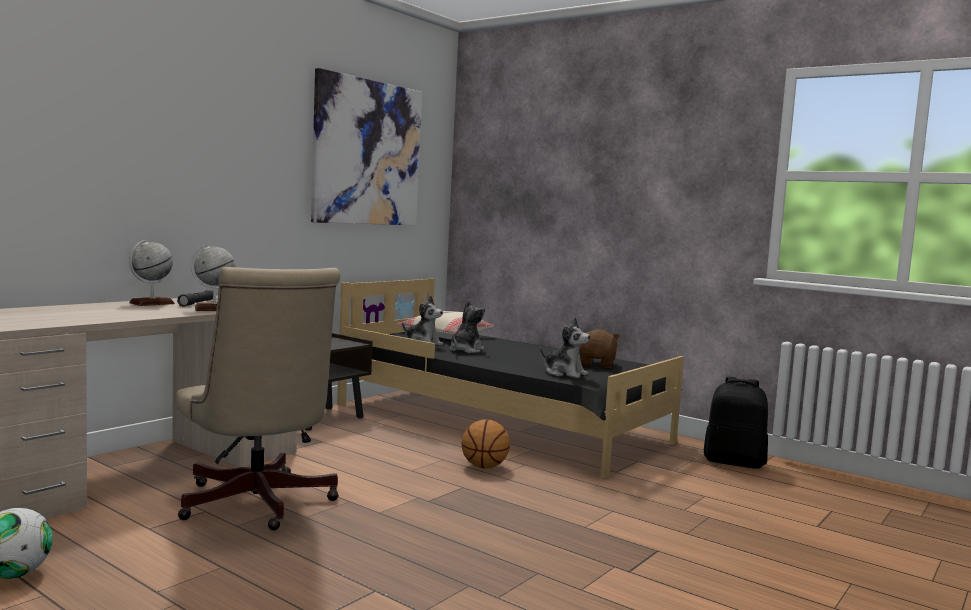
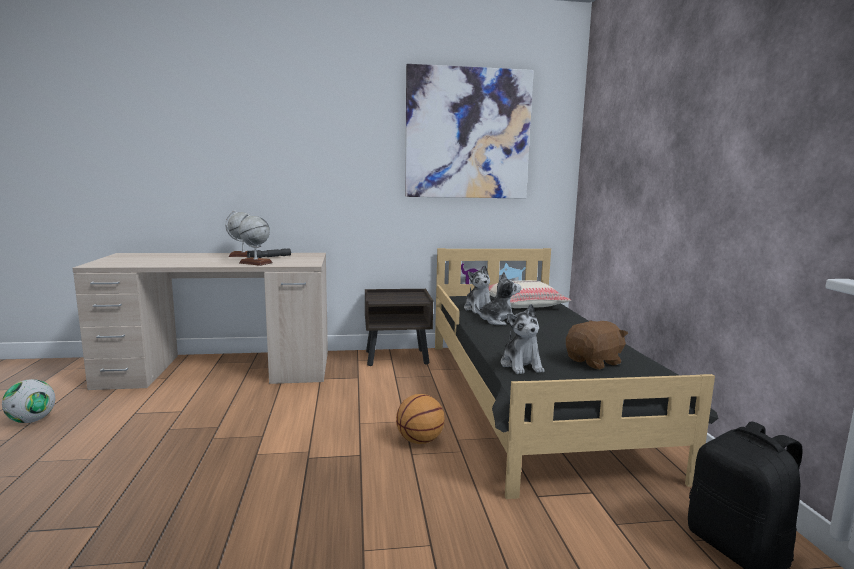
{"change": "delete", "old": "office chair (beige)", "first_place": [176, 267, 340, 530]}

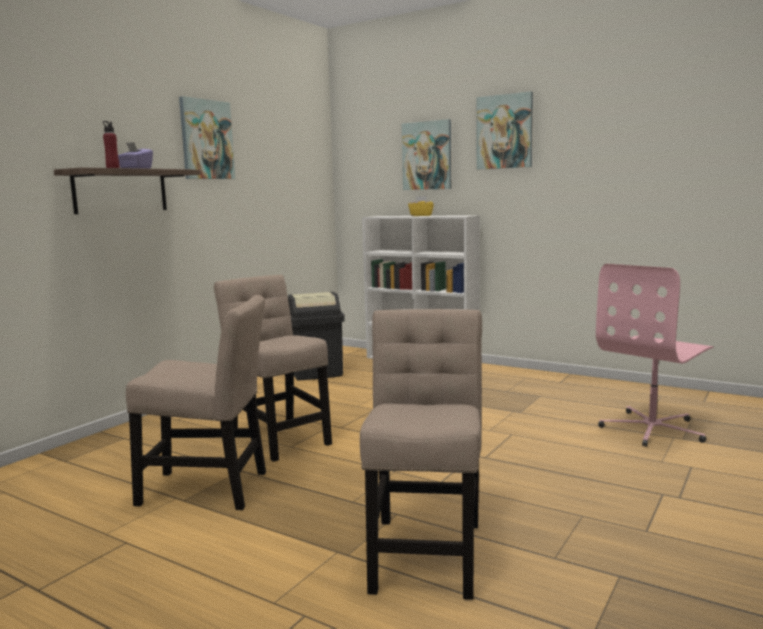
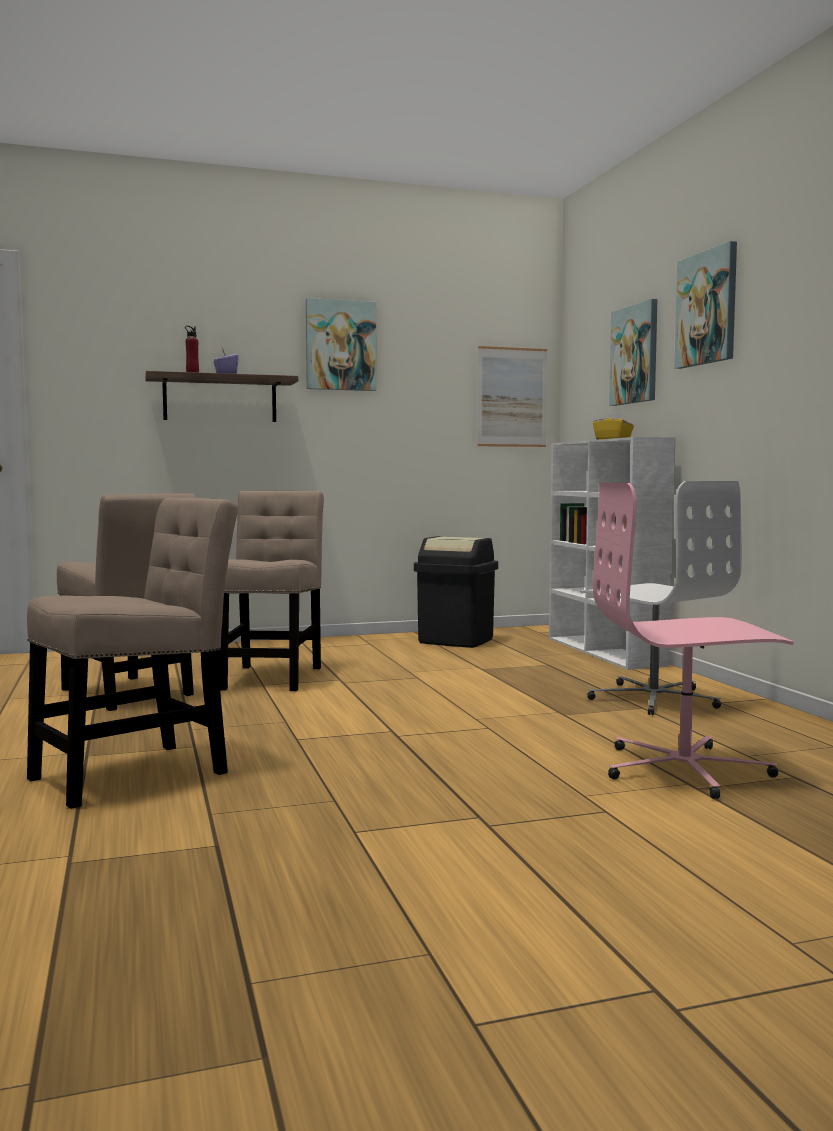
{"change": "insert", "new": "picture", "second_place": [477, 346, 547, 447]}
{"change": "insert", "new": "office chair (white)", "second_place": [580, 481, 742, 715]}

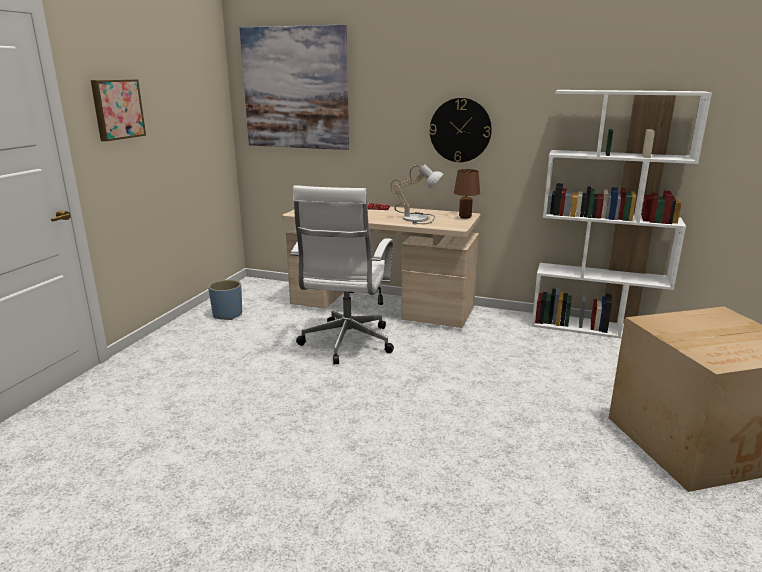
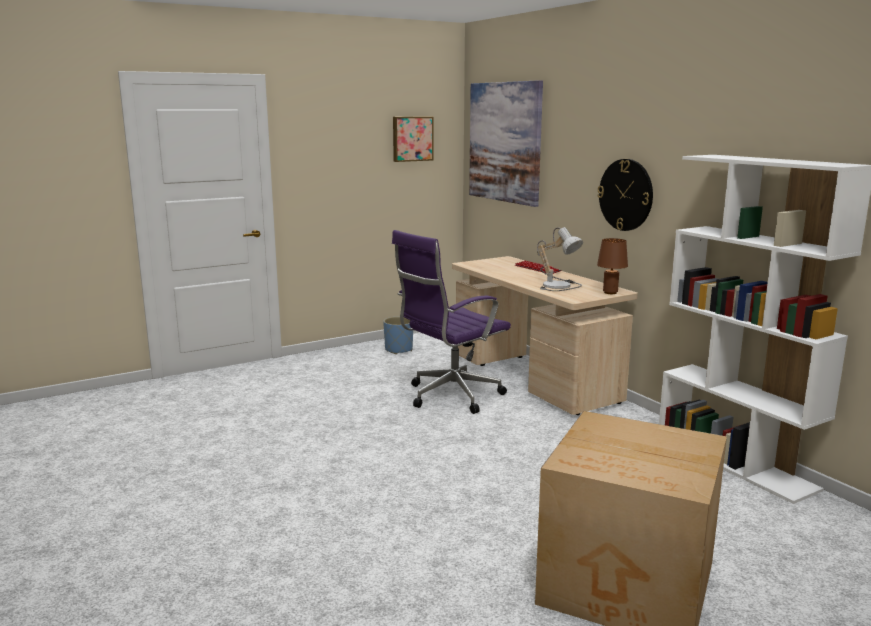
{"change": "move", "old": "picture", "first_place": [91, 79, 146, 141], "second_place": [393, 116, 434, 162]}
{"change": "recolor", "old": "office chair (white)", "new": "office chair (purple)", "first_place": [290, 186, 394, 365], "second_place": [392, 230, 511, 414]}

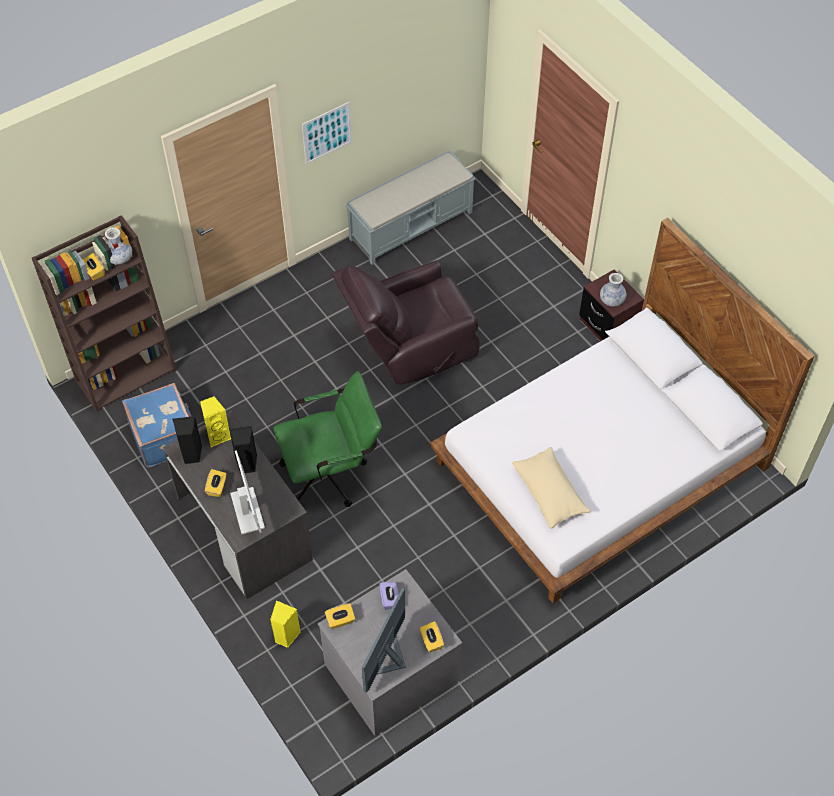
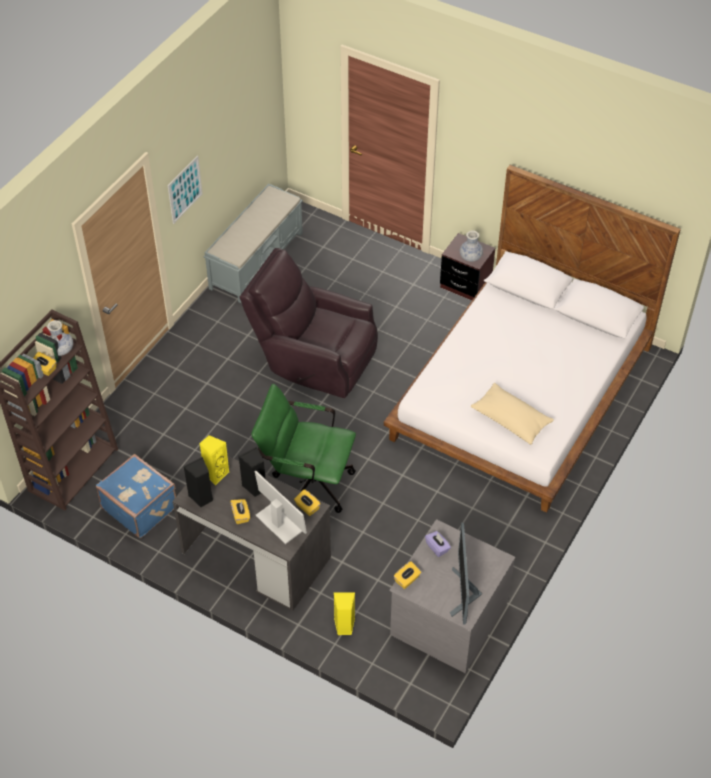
{"change": "move", "old": "tissue box (yellow)", "first_place": [420, 621, 444, 652], "second_place": [294, 489, 321, 516]}
{"change": "rotate", "old": "office chair (green)", "first_place": [273, 371, 382, 507], "second_place": [251, 384, 356, 513], "degrees": -120}
{"change": "rotate", "old": "armchair (brown)", "first_place": [332, 260, 480, 384], "second_place": [240, 248, 378, 398], "degrees": 75}

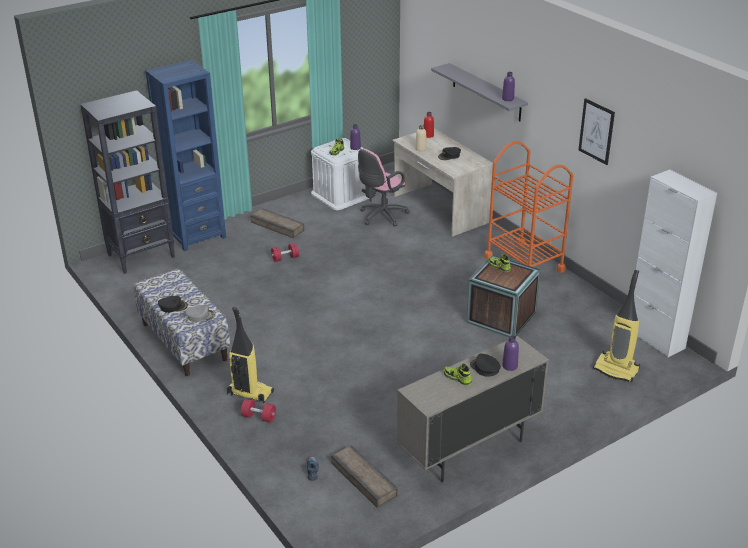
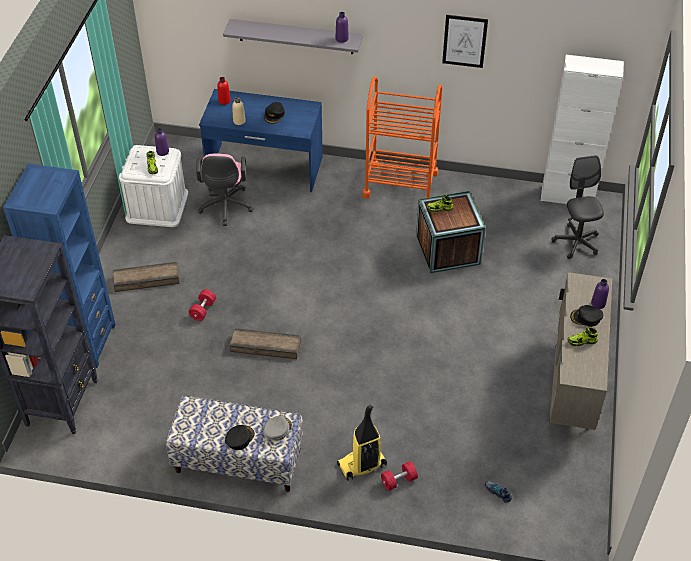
{"change": "move", "old": "crate", "first_place": [331, 445, 398, 507], "second_place": [230, 328, 301, 359]}
{"change": "replace", "old": "vacuum cleaner", "new": "office chair (grey)", "first_place": [593, 270, 640, 382], "second_place": [552, 155, 604, 259]}
{"change": "recolor", "old": "desk (beige)", "new": "desk (blue)", "first_place": [393, 129, 493, 237], "second_place": [199, 89, 323, 192]}

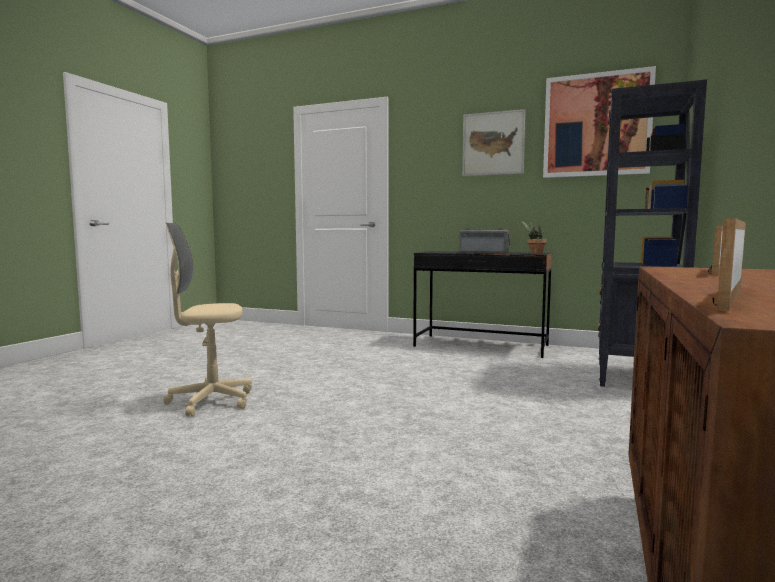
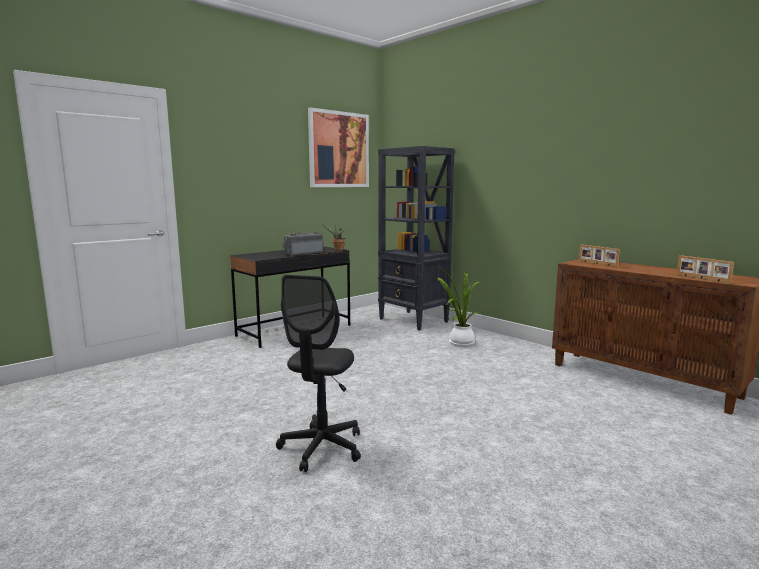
{"change": "delete", "old": "picture", "first_place": [462, 109, 525, 176]}
{"change": "insert", "new": "potted plant", "second_place": [437, 267, 483, 347]}
{"change": "recolor", "old": "office chair (beige)", "new": "office chair (black)", "first_place": [163, 223, 252, 417], "second_place": [276, 275, 361, 472]}

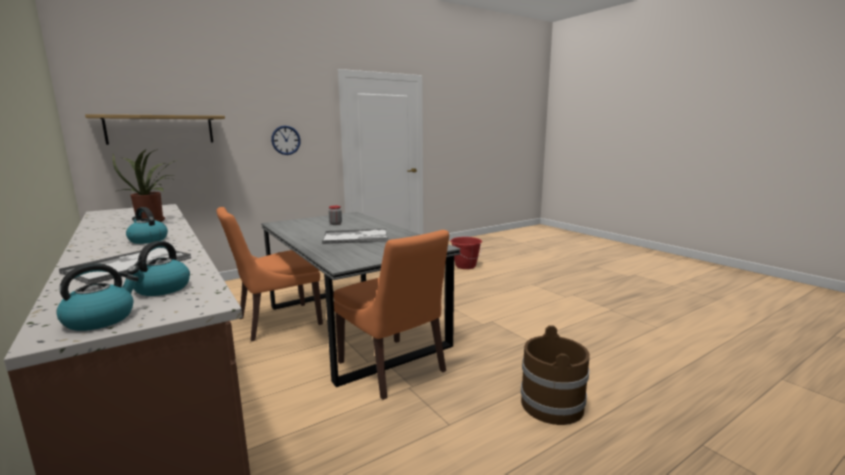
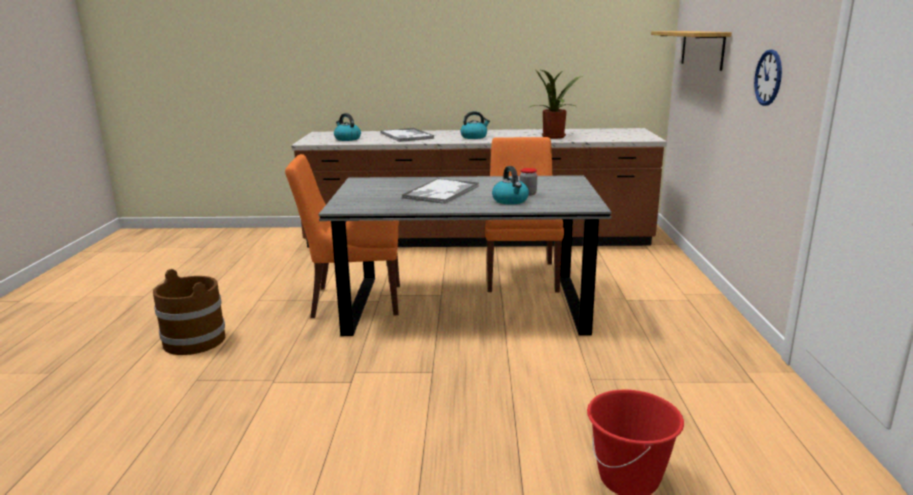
{"change": "move", "old": "kettle", "first_place": [56, 263, 139, 331], "second_place": [492, 166, 529, 205]}

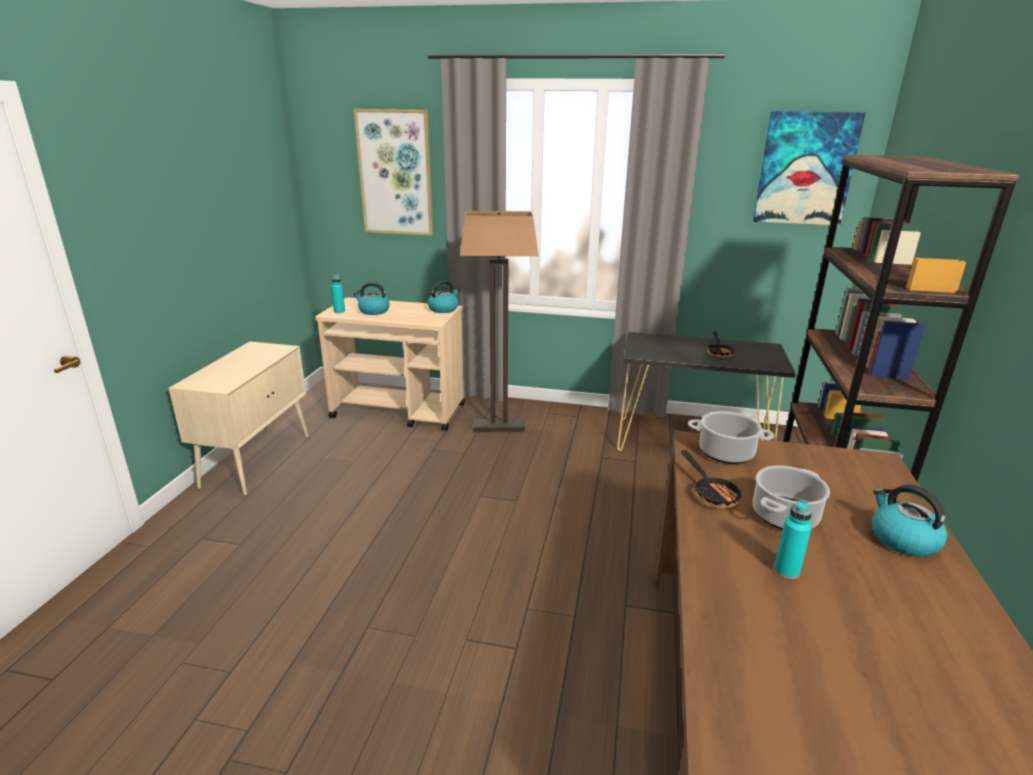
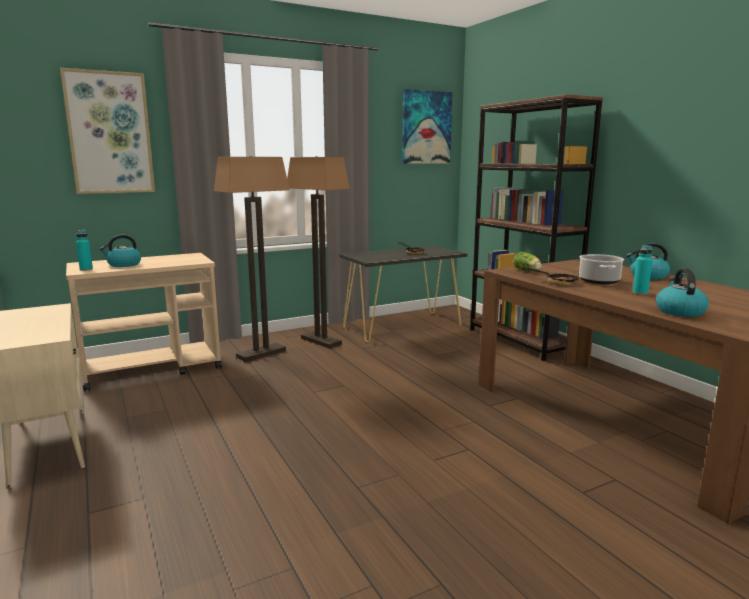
{"change": "insert", "new": "floor lamp", "second_place": [287, 156, 350, 349]}
{"change": "move", "old": "kettle", "first_place": [428, 281, 459, 313], "second_place": [656, 268, 709, 317]}
{"change": "replace", "old": "cooking pot", "new": "lettuce", "first_place": [688, 411, 775, 464], "second_place": [513, 252, 541, 271]}

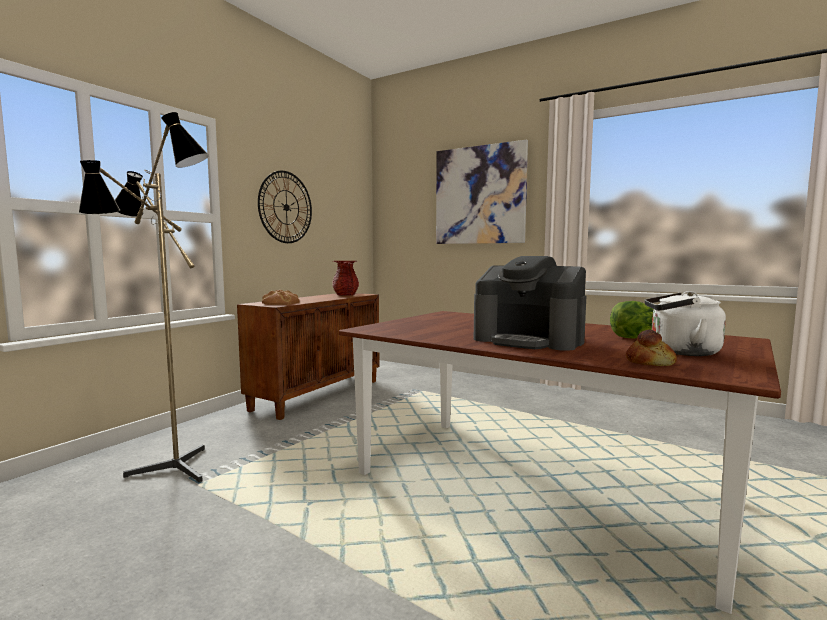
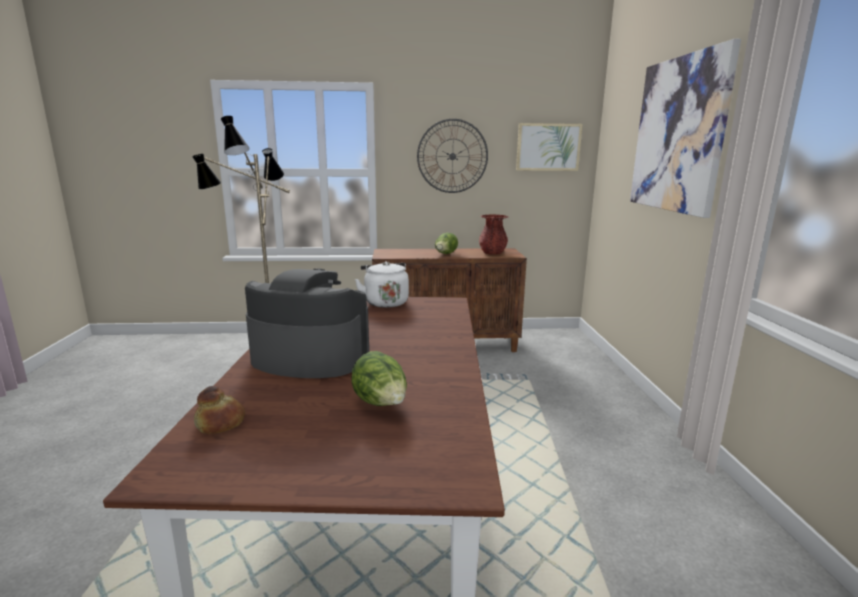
{"change": "delete", "old": "bread", "first_place": [262, 290, 300, 305]}
{"change": "insert", "new": "lettuce", "second_place": [435, 232, 458, 254]}
{"change": "insert", "new": "picture", "second_place": [516, 123, 583, 171]}
{"change": "move", "old": "kettle (white)", "first_place": [644, 291, 726, 356], "second_place": [355, 261, 409, 308]}
{"change": "rotate", "old": "coffee machine", "first_place": [474, 256, 586, 351], "second_place": [245, 268, 369, 378], "degrees": 105}

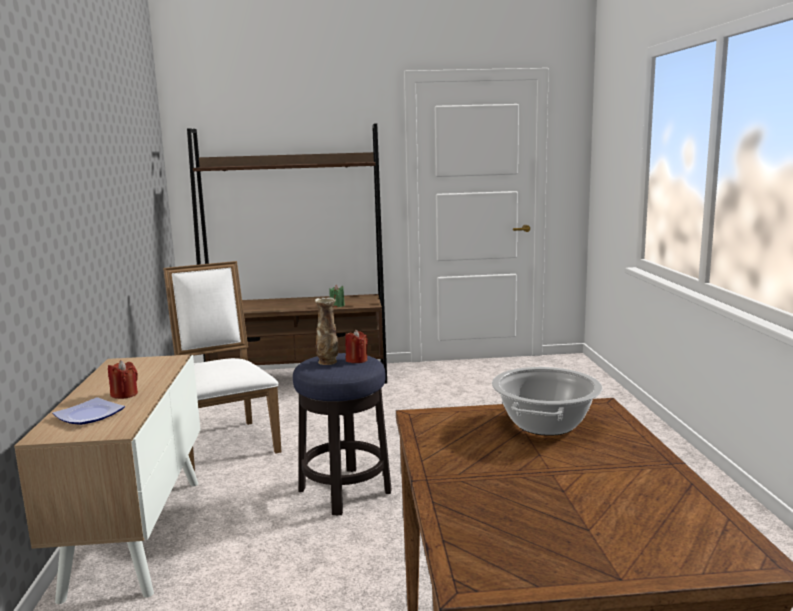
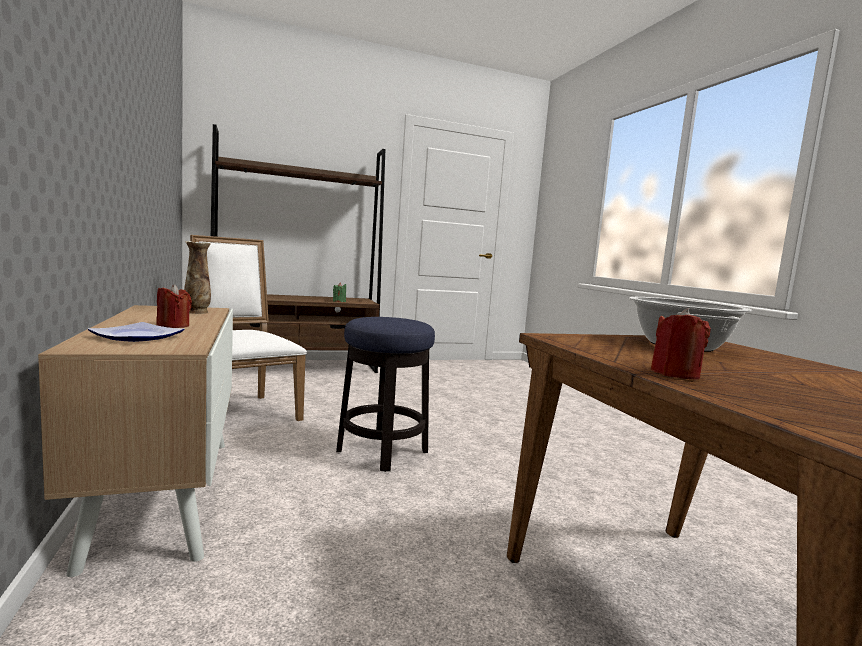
{"change": "move", "old": "vase", "first_place": [315, 297, 338, 365], "second_place": [184, 241, 211, 314]}
{"change": "move", "old": "candle (red)", "first_place": [345, 330, 368, 363], "second_place": [651, 308, 711, 380]}

